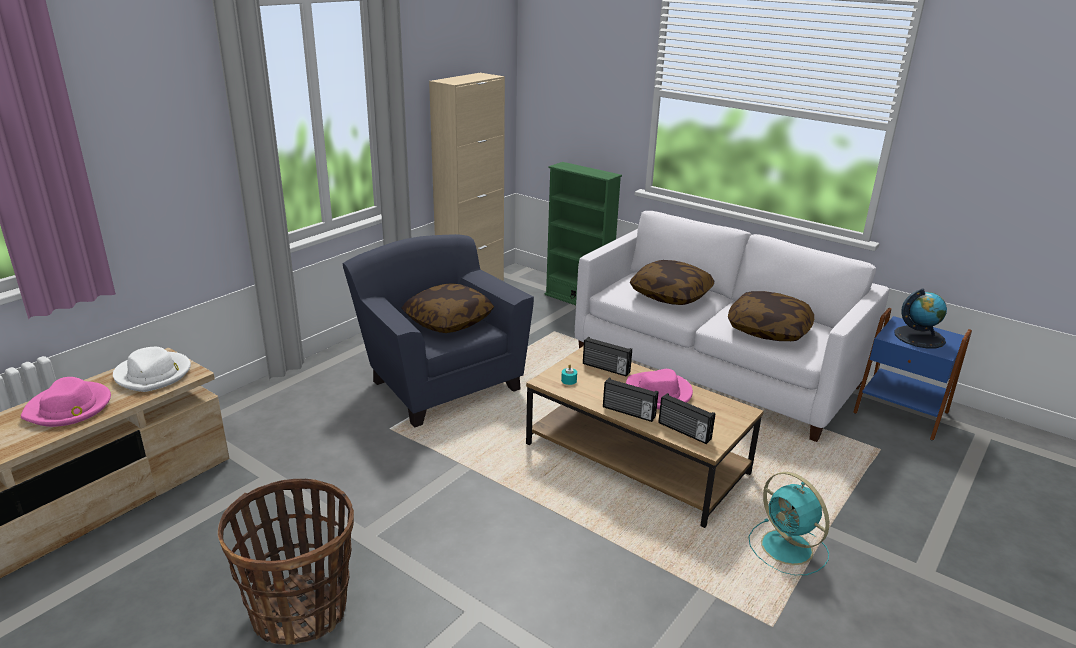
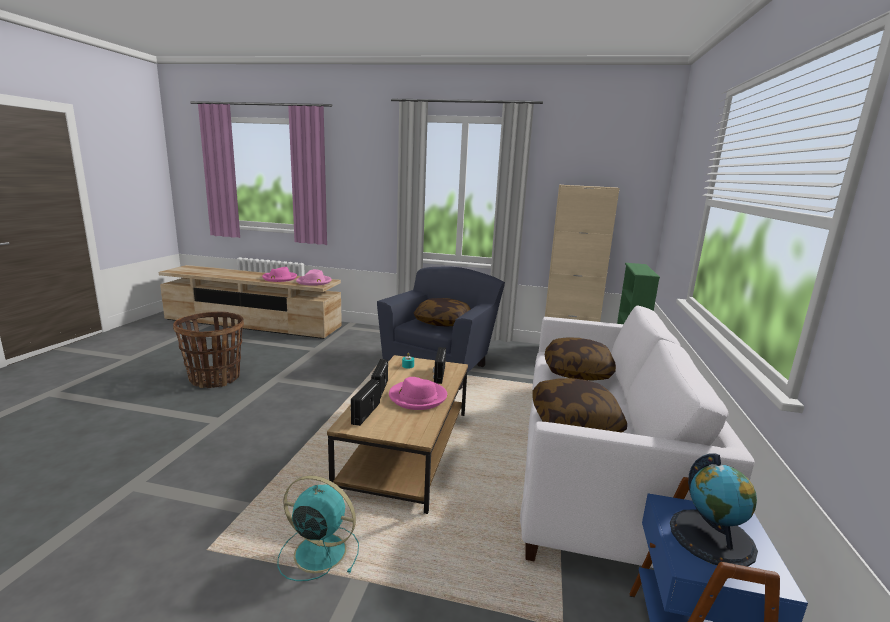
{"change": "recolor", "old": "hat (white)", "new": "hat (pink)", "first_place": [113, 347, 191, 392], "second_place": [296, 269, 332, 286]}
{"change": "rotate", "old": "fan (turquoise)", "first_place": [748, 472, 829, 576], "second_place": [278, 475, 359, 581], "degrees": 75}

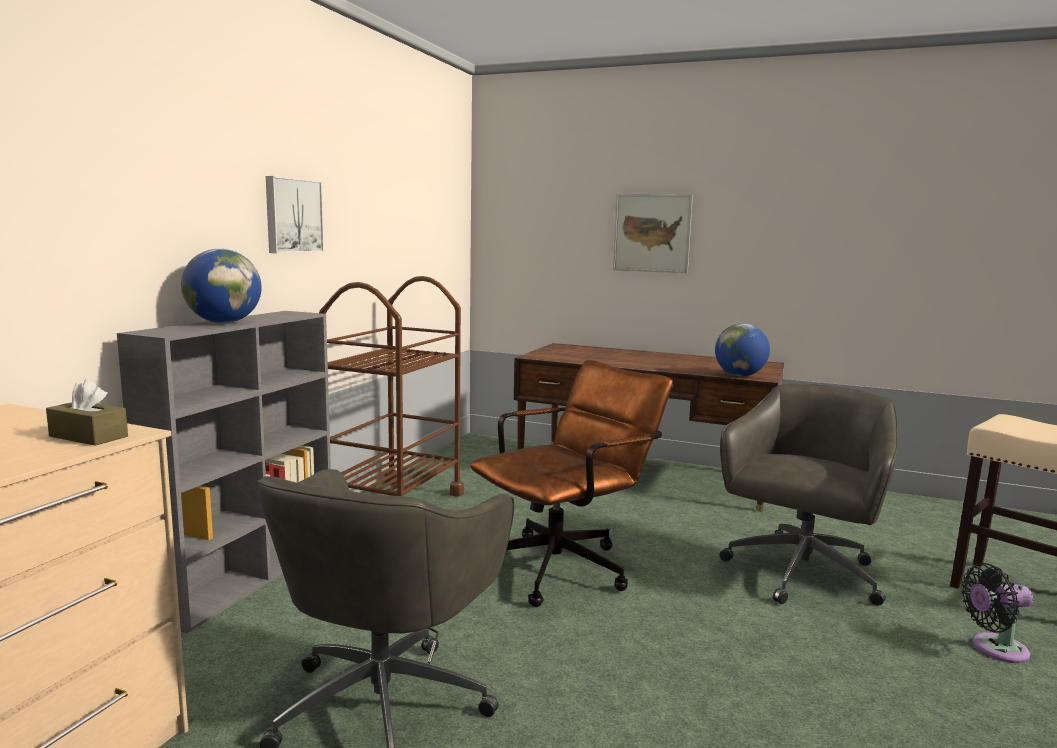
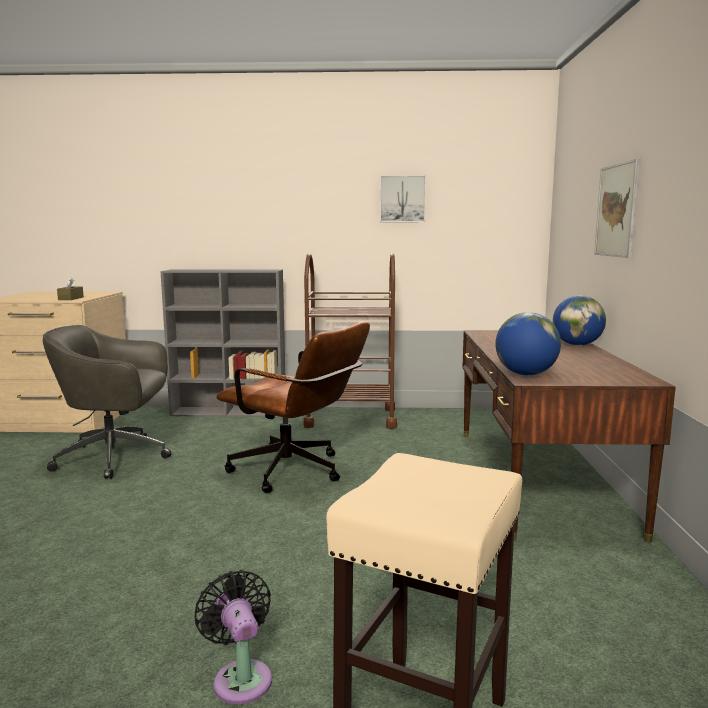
{"change": "delete", "old": "office chair (grey)", "first_place": [719, 384, 898, 606]}
{"change": "move", "old": "globe", "first_place": [181, 249, 262, 323], "second_place": [553, 295, 606, 346]}
{"change": "move", "old": "picture", "first_place": [266, 176, 324, 253], "second_place": [380, 175, 426, 222]}

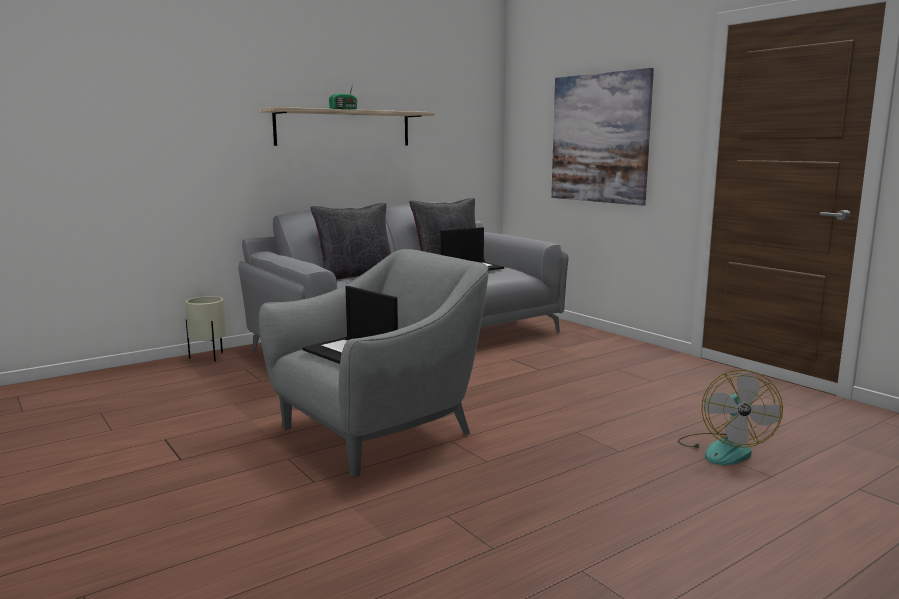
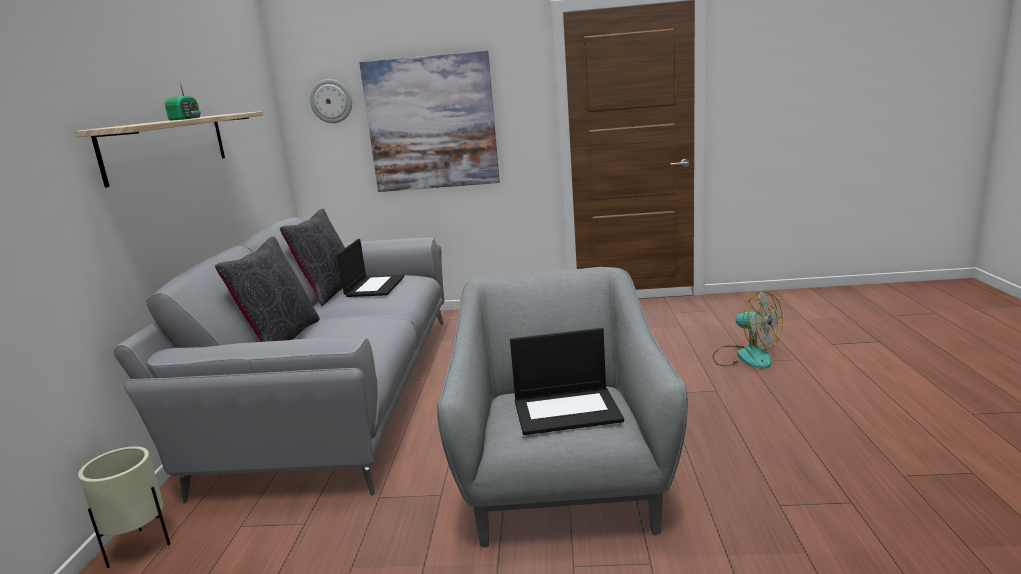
{"change": "insert", "new": "wall clock", "second_place": [310, 79, 352, 123]}

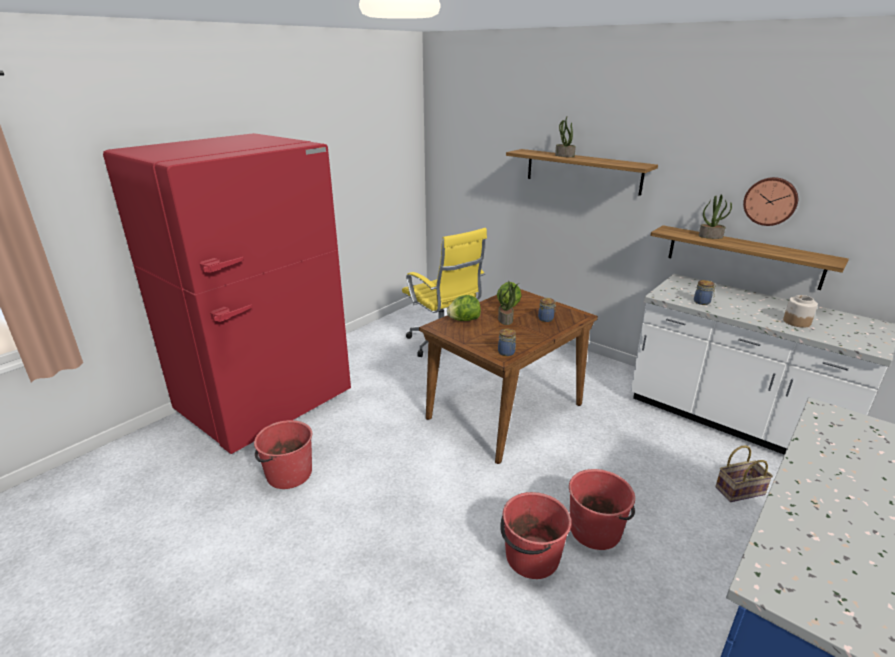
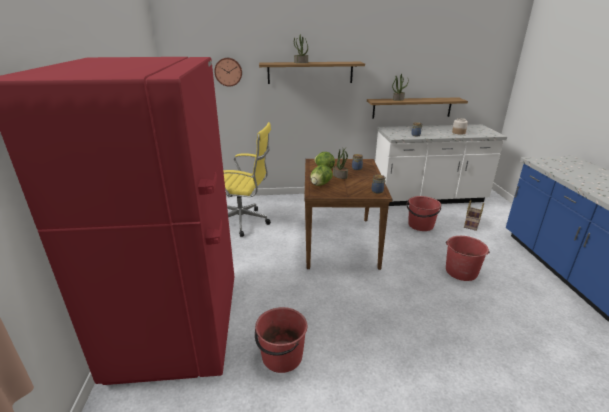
{"change": "move", "old": "bucket (red)", "first_place": [500, 492, 571, 579], "second_place": [407, 196, 441, 231]}
{"change": "move", "old": "wall clock", "first_place": [743, 177, 798, 226], "second_place": [214, 58, 242, 87]}

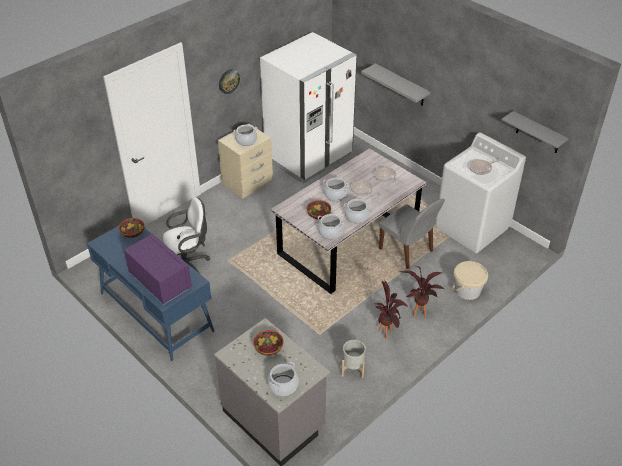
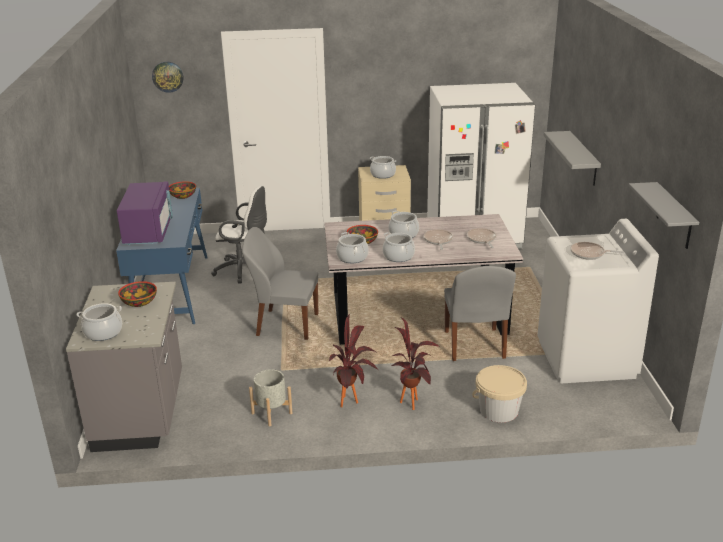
{"change": "insert", "new": "chair (grey)", "second_place": [242, 227, 318, 340]}
{"change": "move", "old": "wall clock", "first_place": [219, 69, 240, 94], "second_place": [152, 62, 183, 93]}

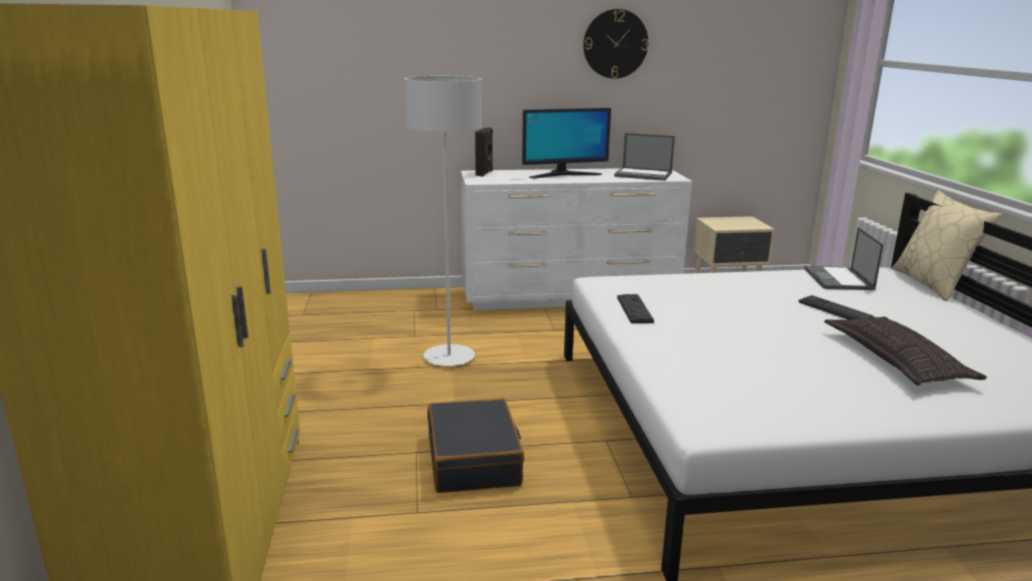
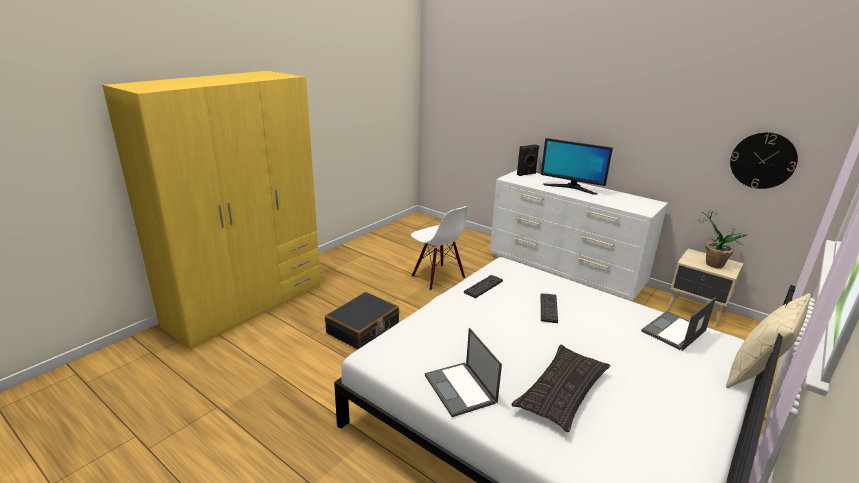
{"change": "insert", "new": "potted plant", "second_place": [698, 209, 747, 268]}
{"change": "move", "old": "wall clock", "first_place": [583, 9, 648, 79], "second_place": [730, 132, 798, 189]}
{"change": "move", "old": "laptop", "first_place": [614, 133, 675, 181], "second_place": [425, 328, 502, 417]}
{"change": "move", "old": "keyboard", "first_place": [799, 295, 874, 320], "second_place": [541, 293, 558, 323]}
{"change": "replace", "old": "floor lamp (grey)", "new": "chair (white)", "first_place": [405, 76, 482, 366], "second_place": [411, 206, 468, 291]}

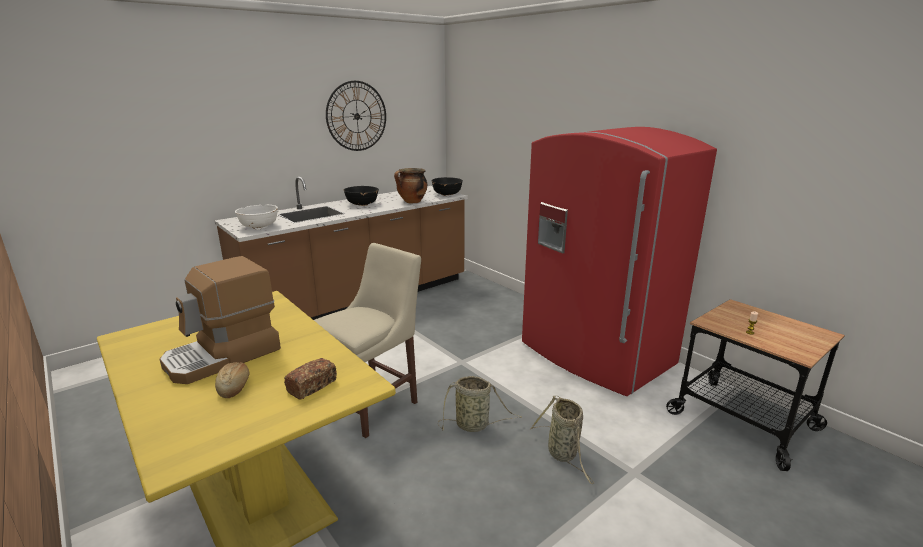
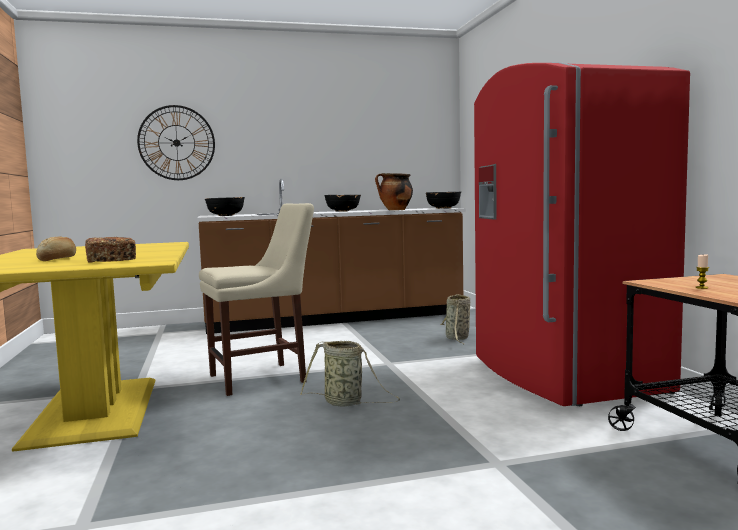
{"change": "delete", "old": "coffee machine", "first_place": [159, 256, 281, 384]}
{"change": "move", "old": "wall clock", "first_place": [326, 81, 386, 151], "second_place": [137, 105, 215, 180]}
{"change": "move", "old": "basket", "first_place": [530, 396, 594, 484], "second_place": [440, 294, 470, 345]}
{"change": "recolor", "old": "bowl (white)", "new": "bowl (black)", "first_place": [235, 205, 278, 229], "second_place": [205, 197, 245, 216]}

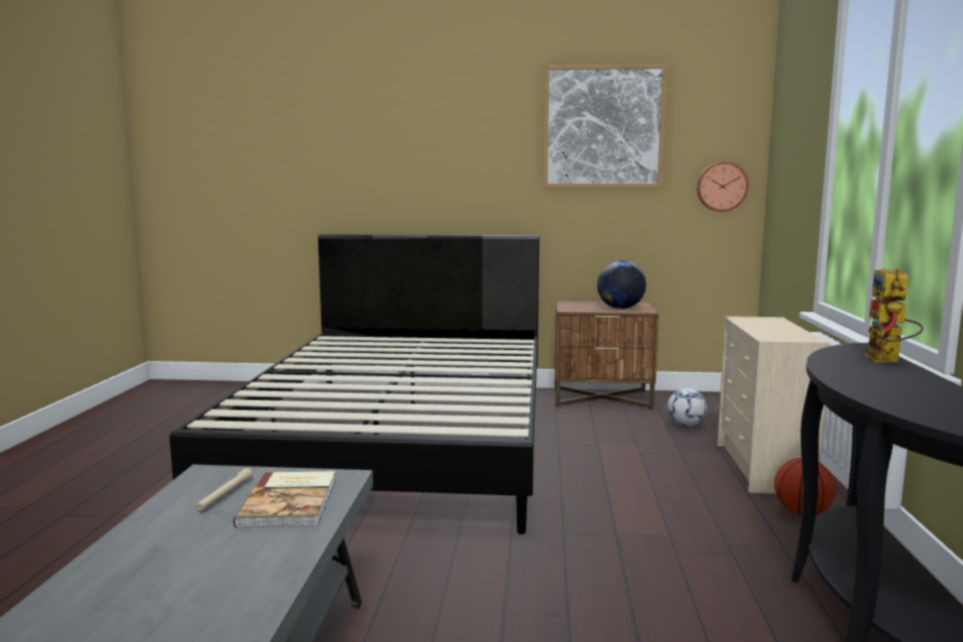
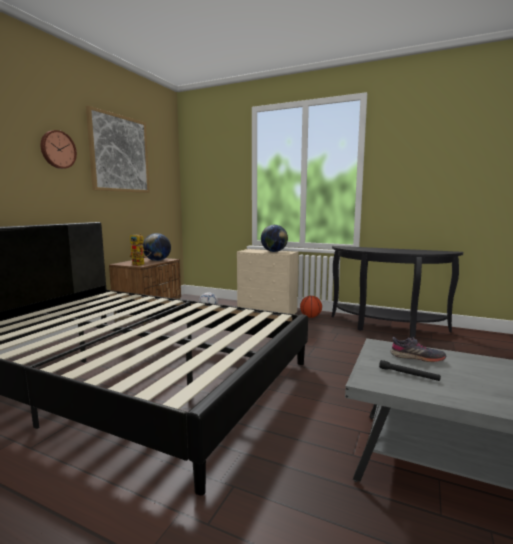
{"change": "insert", "new": "globe", "second_place": [261, 225, 288, 252]}
{"change": "move", "old": "wall clock", "first_place": [697, 162, 749, 212], "second_place": [41, 130, 77, 169]}
{"change": "move", "old": "toy robot", "first_place": [864, 268, 923, 362], "second_place": [130, 233, 151, 266]}
{"change": "replace", "old": "book", "new": "shoe (grey)", "first_place": [233, 471, 335, 528], "second_place": [390, 337, 446, 362]}
{"change": "recolor", "old": "flashlight (beige)", "new": "flashlight (black)", "first_place": [196, 468, 253, 511], "second_place": [379, 360, 441, 381]}

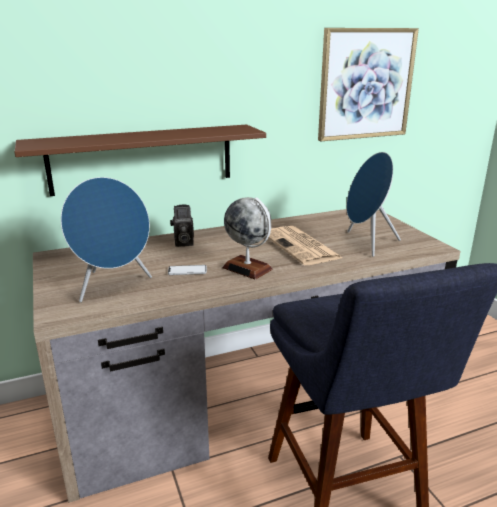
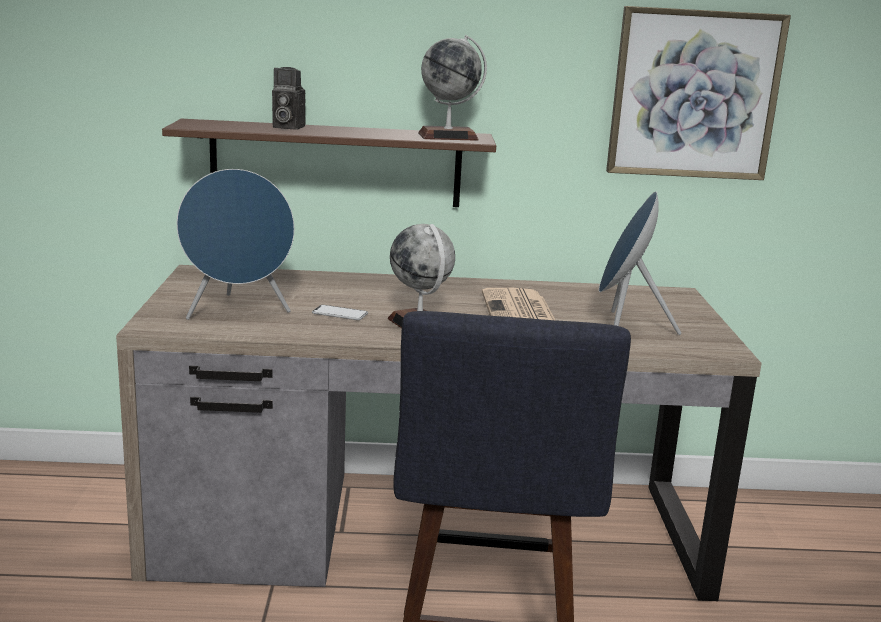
{"change": "insert", "new": "globe", "second_place": [418, 35, 487, 141]}
{"change": "move", "old": "photo camera", "first_place": [170, 205, 194, 247], "second_place": [272, 67, 305, 130]}

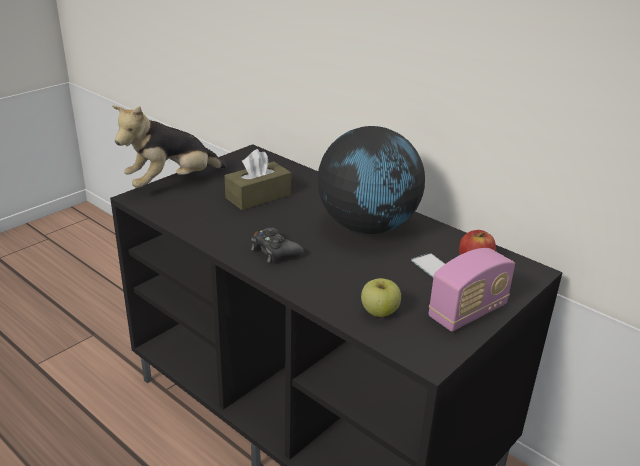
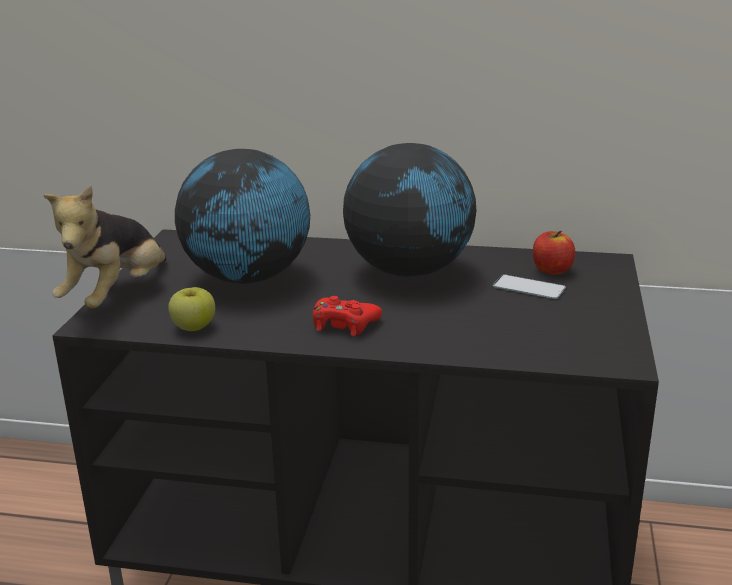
{"change": "delete", "old": "radio", "first_place": [429, 248, 515, 332]}
{"change": "move", "old": "apple", "first_place": [361, 278, 401, 317], "second_place": [168, 287, 215, 331]}
{"change": "replace", "old": "tissue box (brown)", "new": "globe", "first_place": [225, 149, 291, 210], "second_place": [175, 149, 310, 284]}
{"change": "recolor", "old": "game controller (black)", "new": "game controller (red)", "first_place": [251, 228, 304, 263], "second_place": [313, 296, 382, 336]}

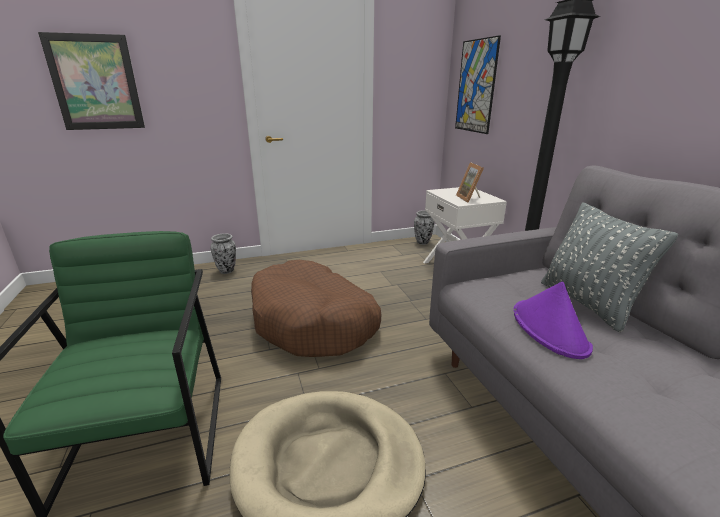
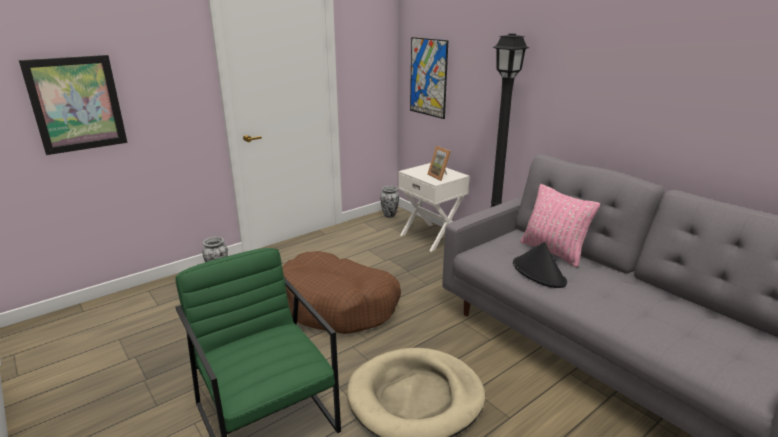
{"change": "recolor", "old": "hat (purple)", "new": "hat (black)", "first_place": [513, 281, 593, 359], "second_place": [513, 242, 567, 288]}
{"change": "recolor", "old": "pillow (grey)", "new": "pillow (pink)", "first_place": [541, 203, 678, 332], "second_place": [521, 184, 600, 267]}

